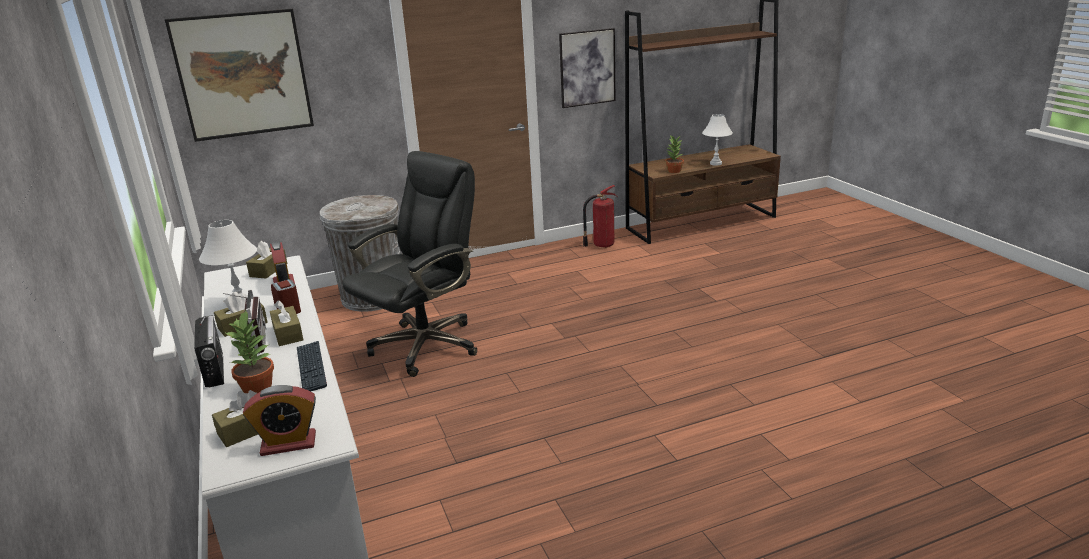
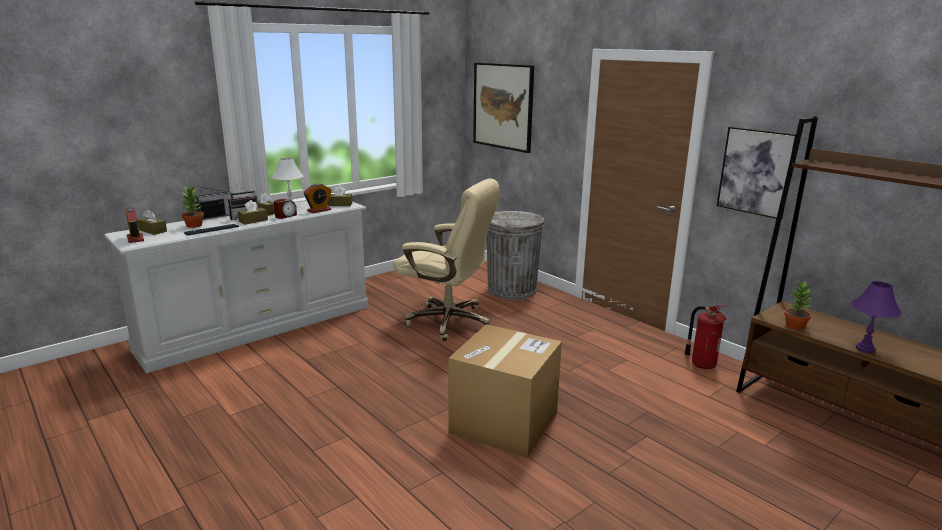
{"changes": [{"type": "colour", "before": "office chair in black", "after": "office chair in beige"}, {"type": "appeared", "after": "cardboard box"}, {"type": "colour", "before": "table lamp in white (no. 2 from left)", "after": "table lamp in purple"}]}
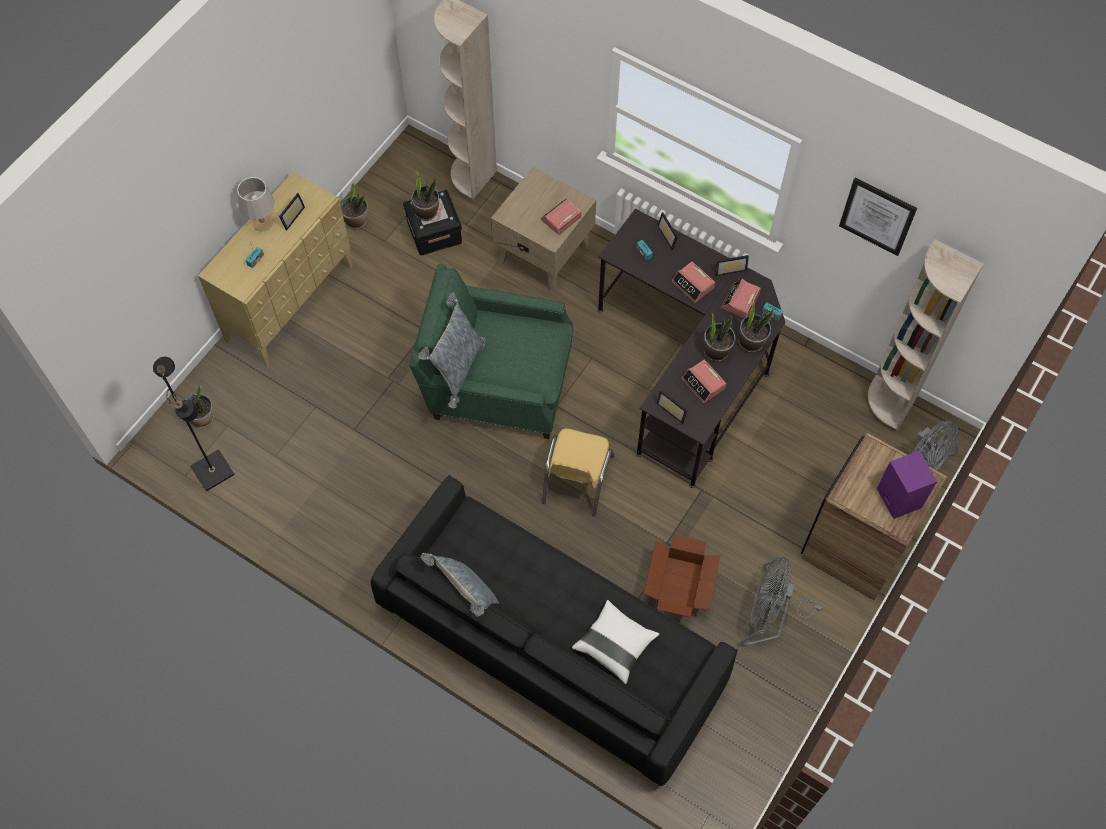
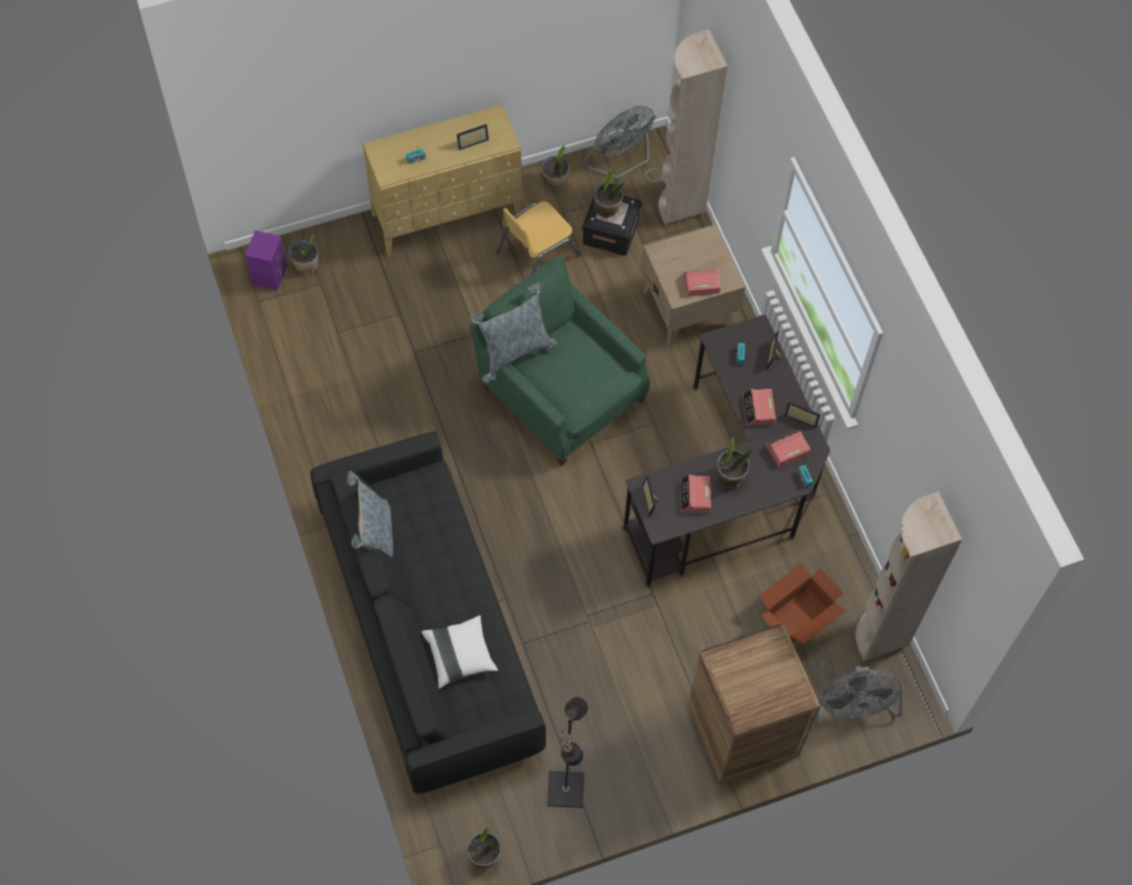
{"changes": [{"type": "relocated", "before": "speaker in purple"}, {"type": "relocated", "before": "potted plant (no. 5 from left in the first image)", "after": "potted plant (no. 2 from left)"}, {"type": "relocated", "before": "chair in yellow"}, {"type": "relocated", "before": "floor lamp in black"}, {"type": "relocated", "before": "fan in grey (no. 1 from left)"}, {"type": "relocated", "before": "cardboard box"}, {"type": "missing", "before": "table lamp in grey"}, {"type": "missing", "before": "picture"}]}
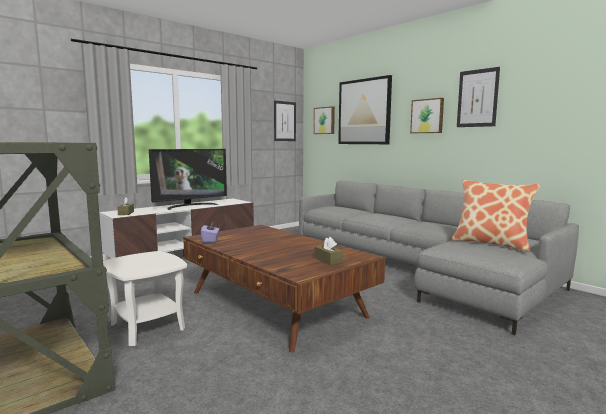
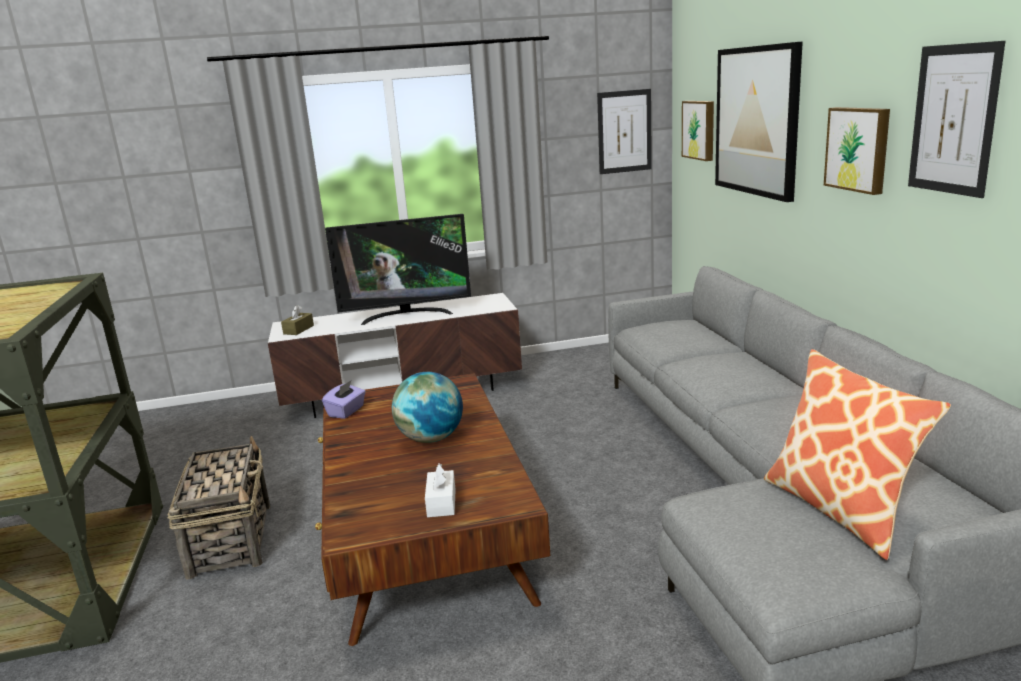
{"changes": [{"type": "exchanged", "before": "side table in white", "after": "basket"}, {"type": "appeared", "after": "globe"}, {"type": "colour", "before": "tissue box in brown (no. 2 from left)", "after": "tissue box in white"}]}
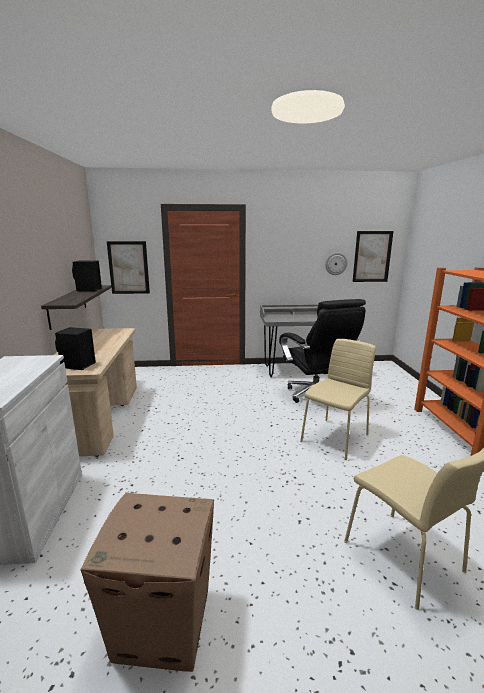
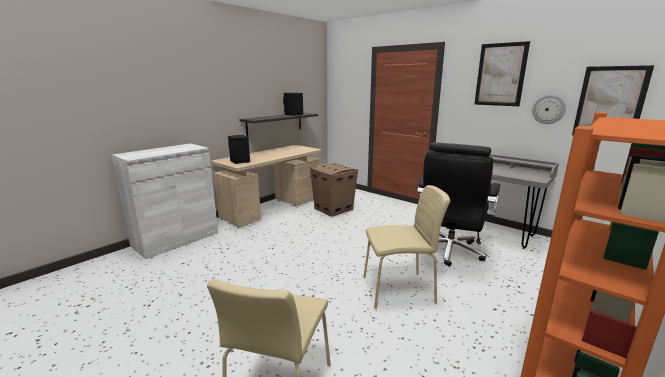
{"changes": [{"type": "relocated", "before": "cardboard box"}, {"type": "relocated", "before": "picture (no. 1 from left)"}]}
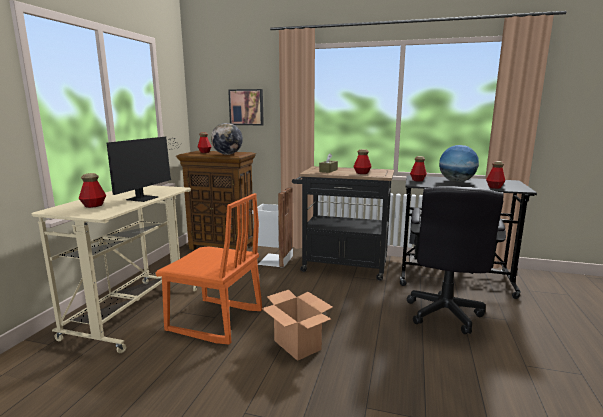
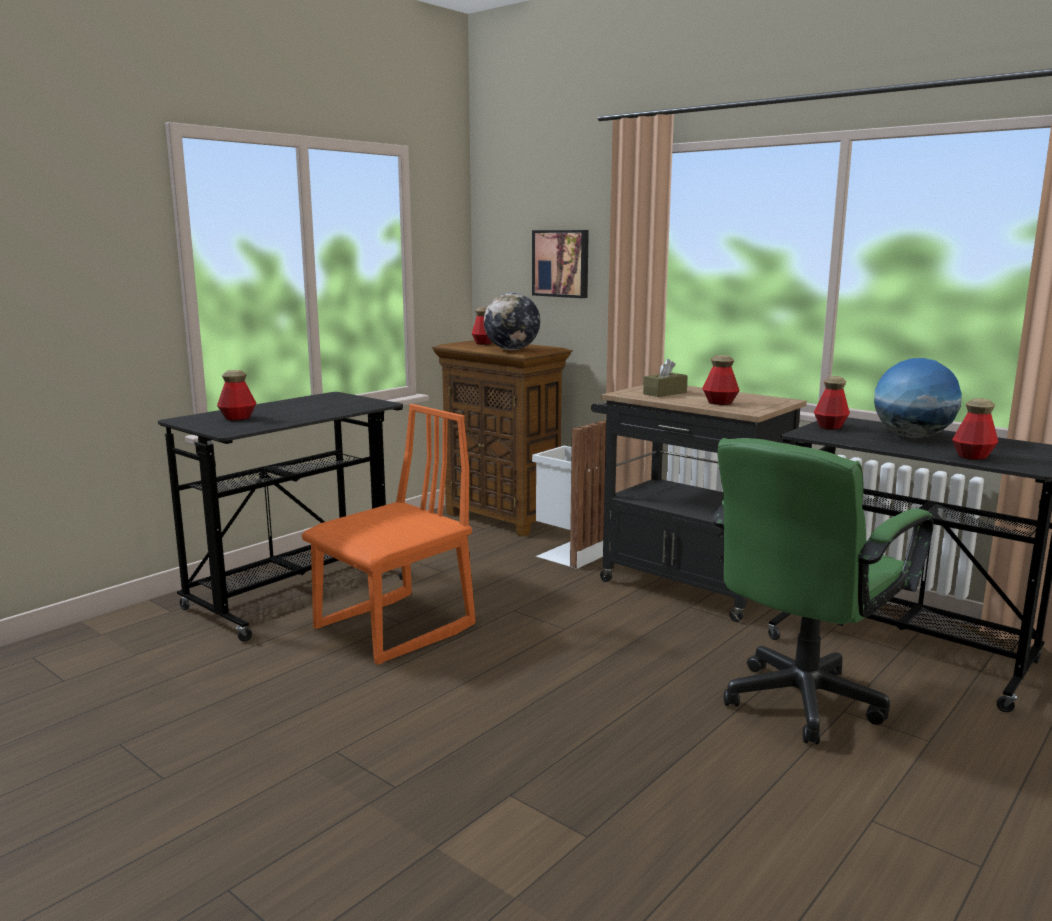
{"changes": [{"type": "colour", "before": "desk in beige", "after": "desk in black (no. 1 from left)"}, {"type": "spun", "before": "chair in orange", "turn": -90}, {"type": "colour", "before": "office chair in black", "after": "office chair in green"}, {"type": "missing", "before": "monitor"}, {"type": "missing", "before": "cardboard box"}]}
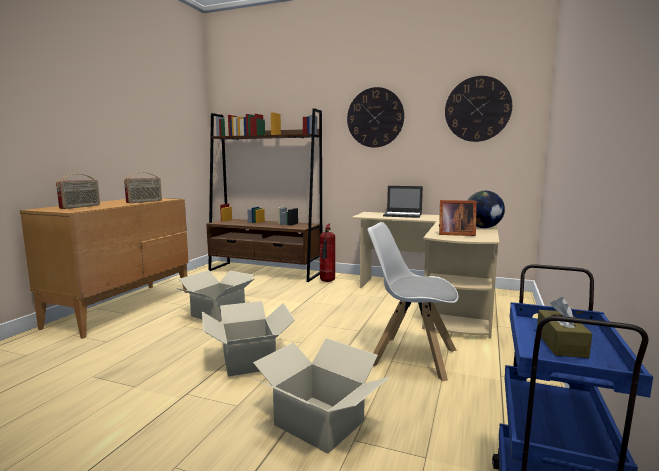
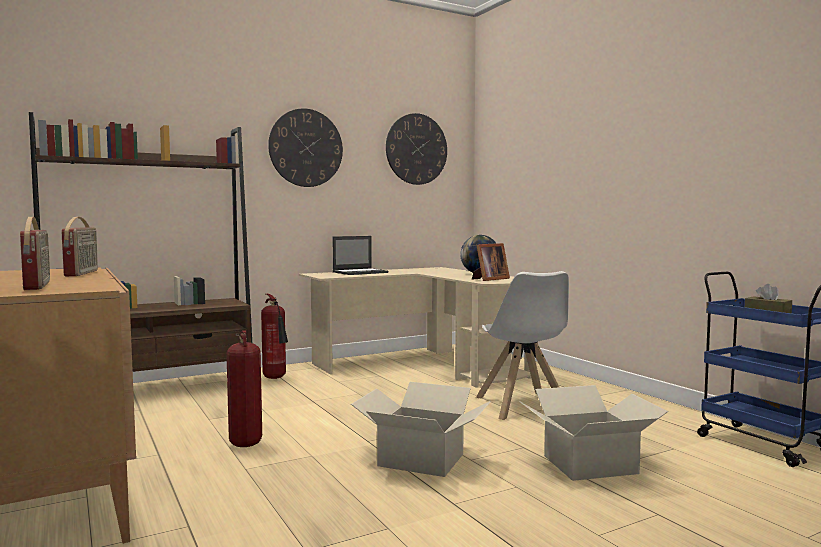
{"changes": [{"type": "exchanged", "before": "cardboard box (no. 1 from left)", "after": "fire extinguisher (no. 1 from left)"}, {"type": "spun", "before": "chair", "turn": -75}]}
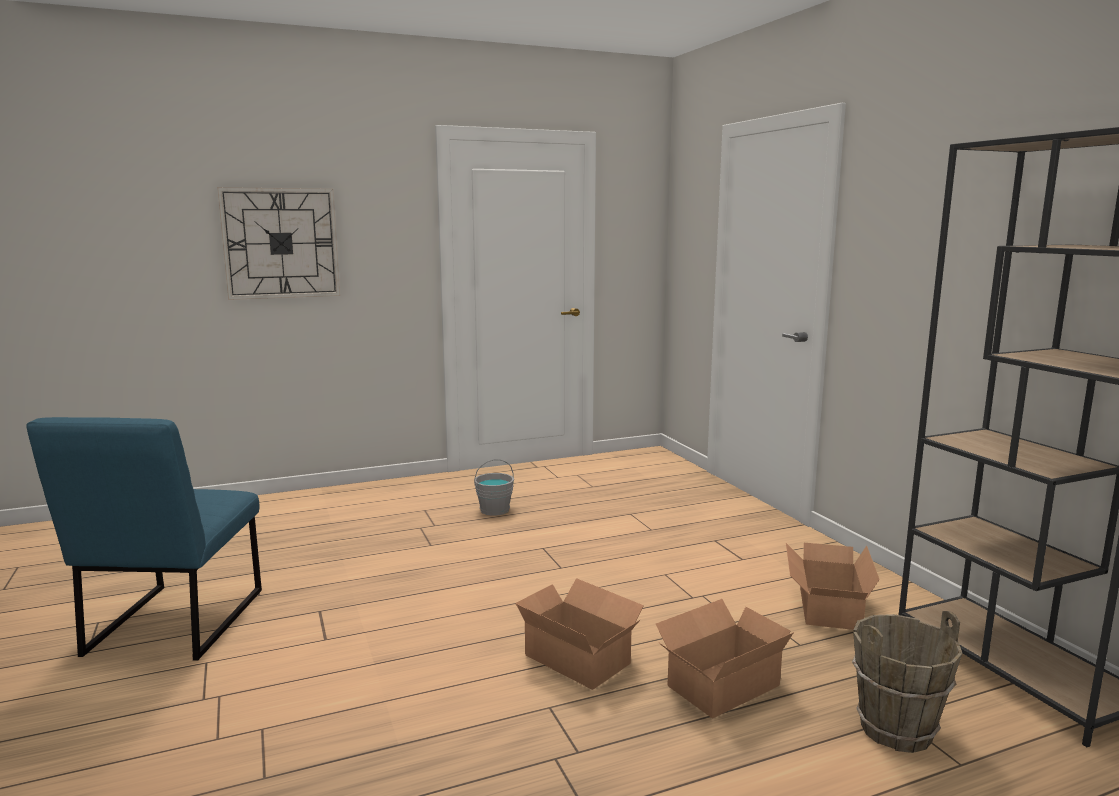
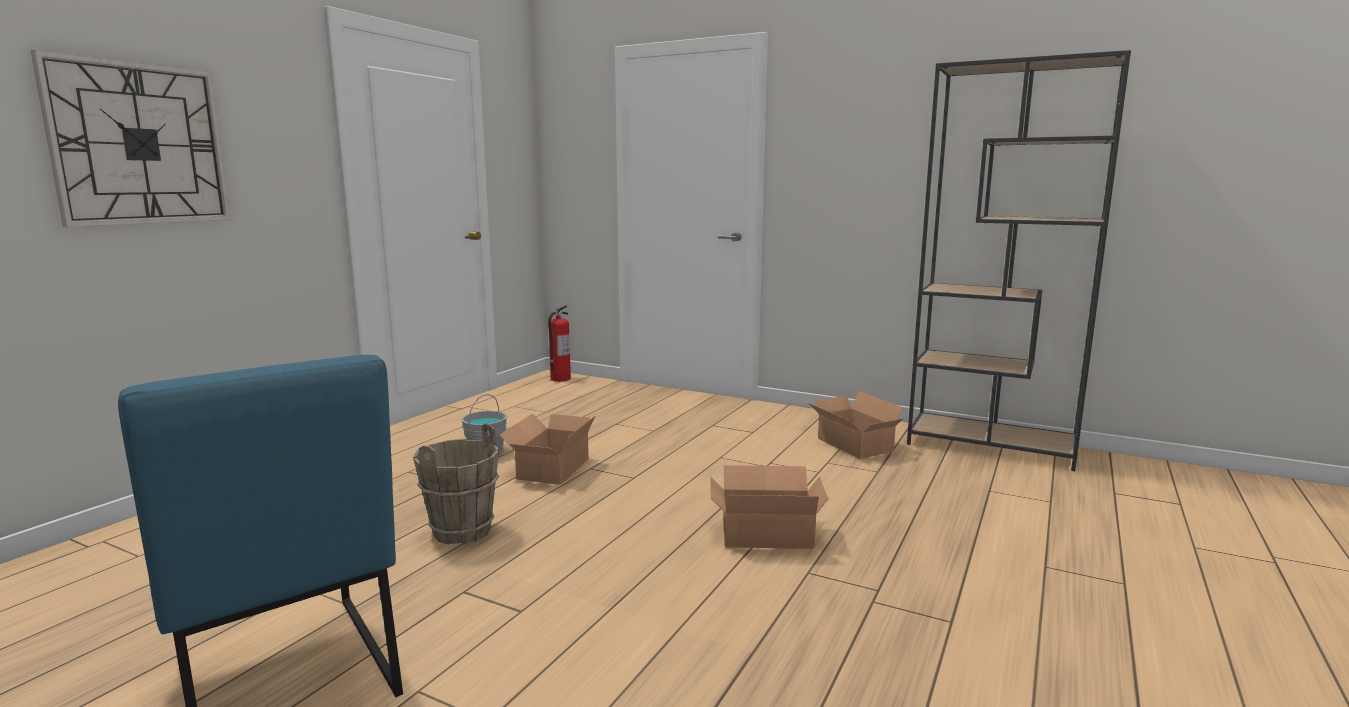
{"changes": [{"type": "relocated", "before": "bucket in brown"}, {"type": "relocated", "before": "cardboard box (no. 2 from left in the first image)", "after": "cardboard box (no. 1 from left)"}, {"type": "appeared", "after": "fire extinguisher"}]}
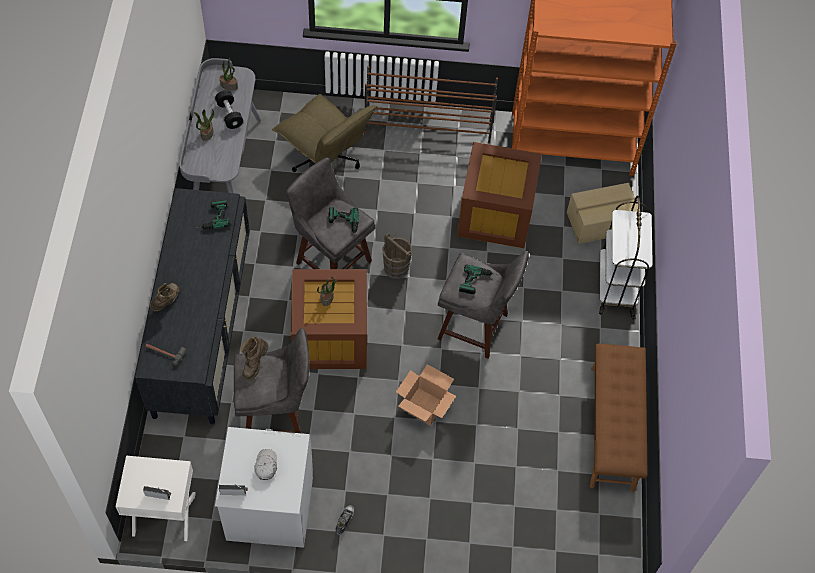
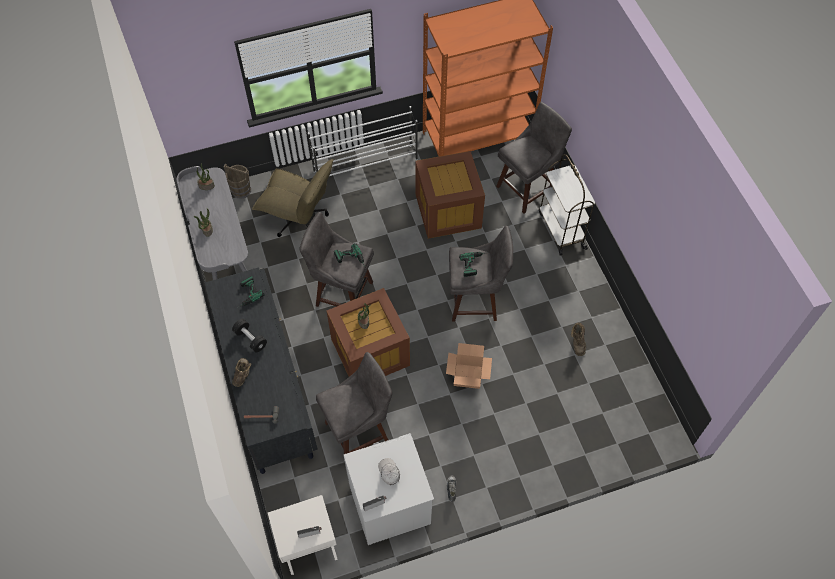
{"changes": [{"type": "relocated", "before": "bucket in brown"}, {"type": "relocated", "before": "dumbbell in black"}, {"type": "colour", "before": "shoe rack in brown", "after": "shoe rack in white"}, {"type": "exchanged", "before": "cardboard box (no. 2 from left)", "after": "stool in grey (no. 4 from left)"}, {"type": "relocated", "before": "boot in brown (no. 2 from left)"}, {"type": "missing", "before": "bench in brown"}]}
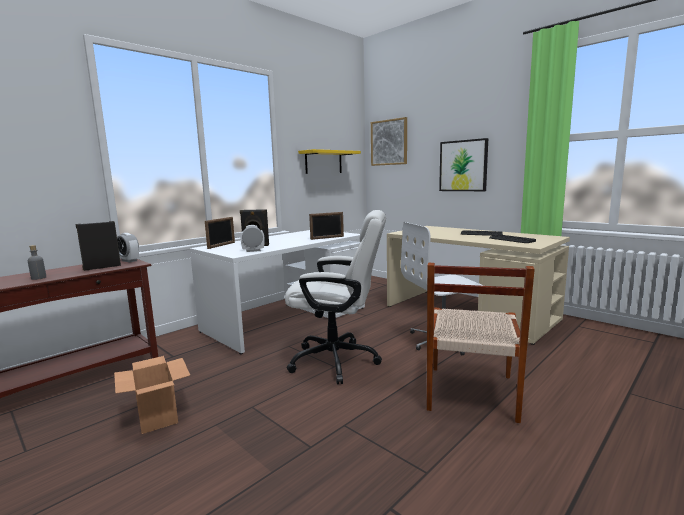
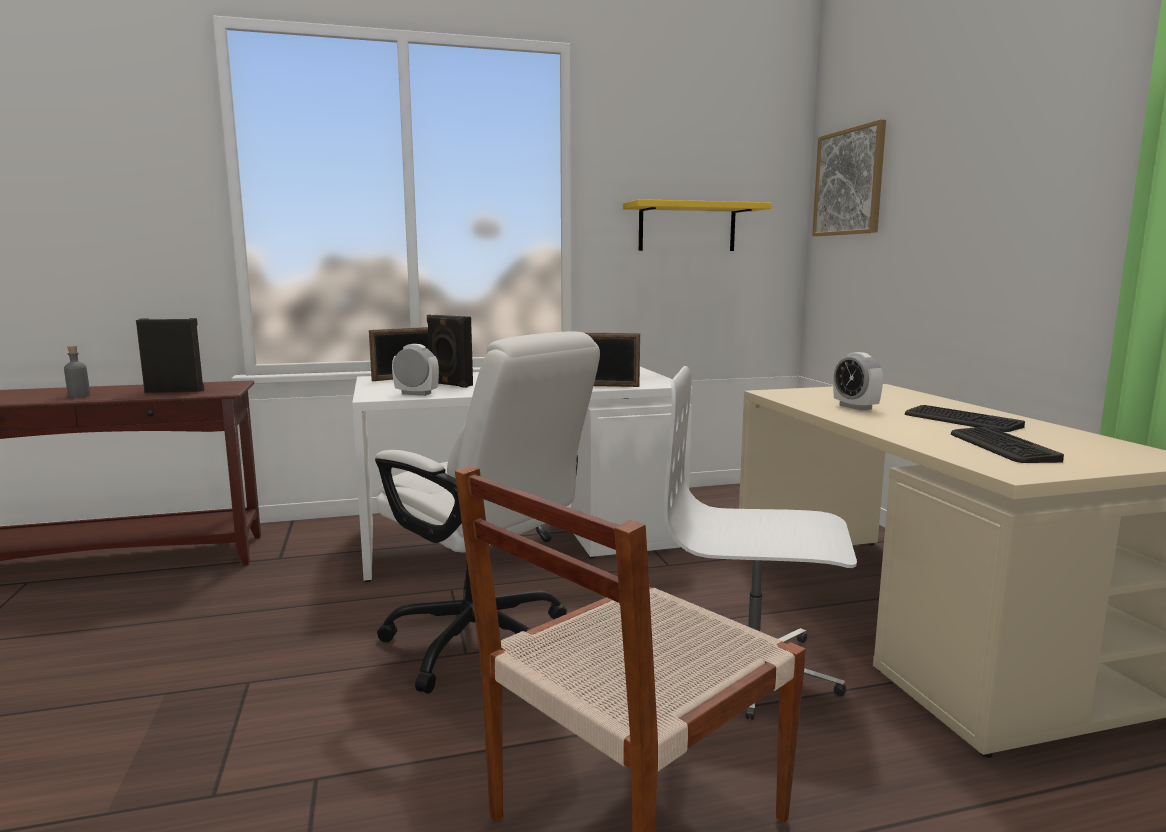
{"changes": [{"type": "relocated", "before": "alarm clock (no. 1 from left in the first image)", "after": "alarm clock (no. 2 from left)"}, {"type": "missing", "before": "cardboard box"}, {"type": "missing", "before": "picture (no. 2 from left)"}]}
